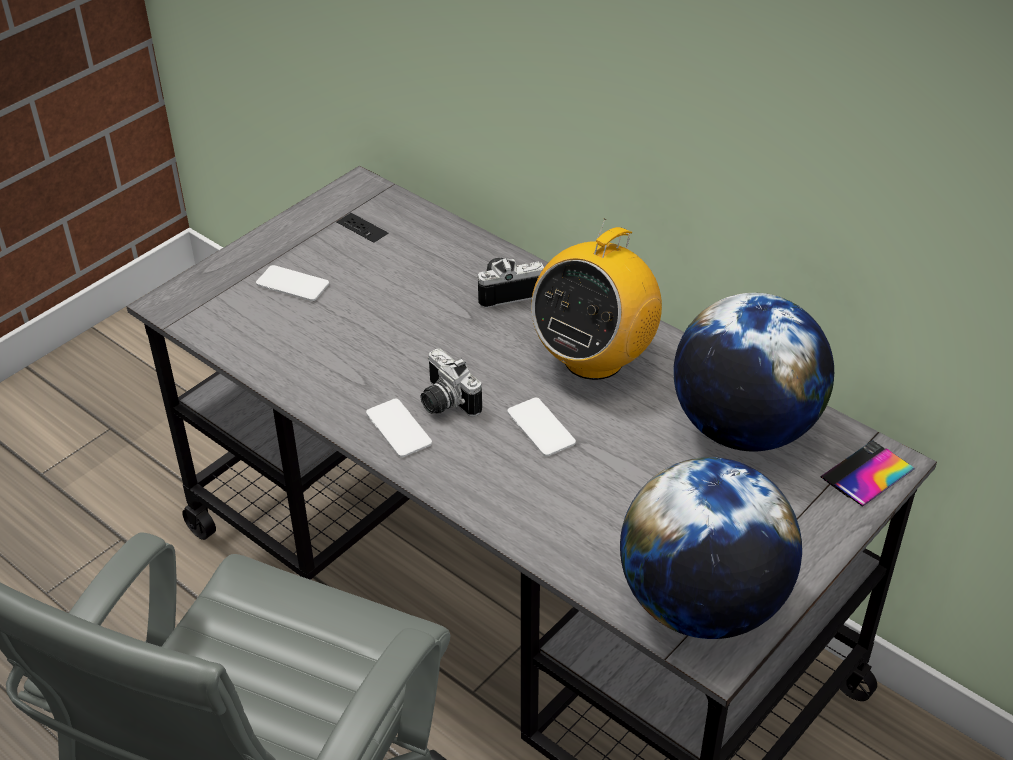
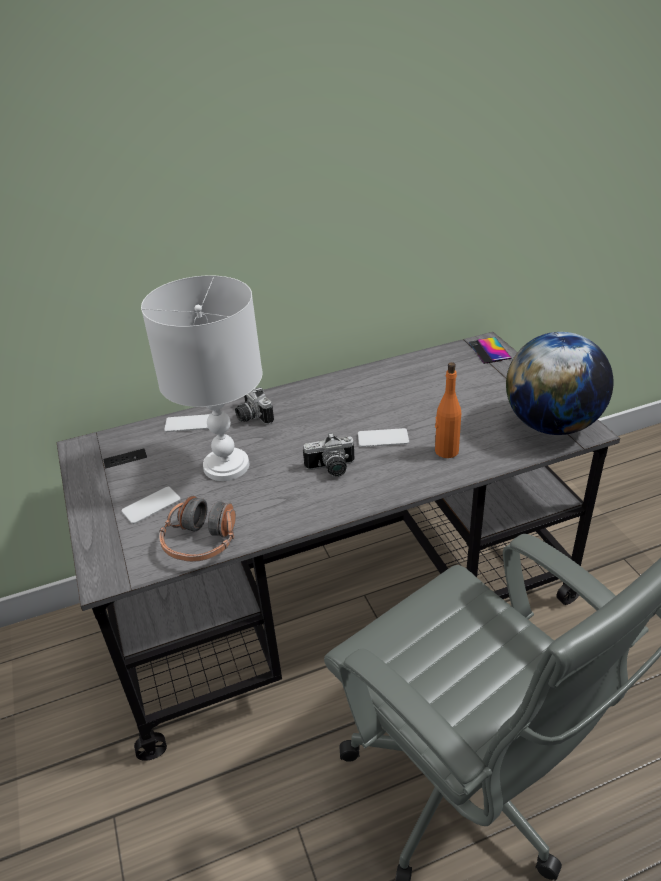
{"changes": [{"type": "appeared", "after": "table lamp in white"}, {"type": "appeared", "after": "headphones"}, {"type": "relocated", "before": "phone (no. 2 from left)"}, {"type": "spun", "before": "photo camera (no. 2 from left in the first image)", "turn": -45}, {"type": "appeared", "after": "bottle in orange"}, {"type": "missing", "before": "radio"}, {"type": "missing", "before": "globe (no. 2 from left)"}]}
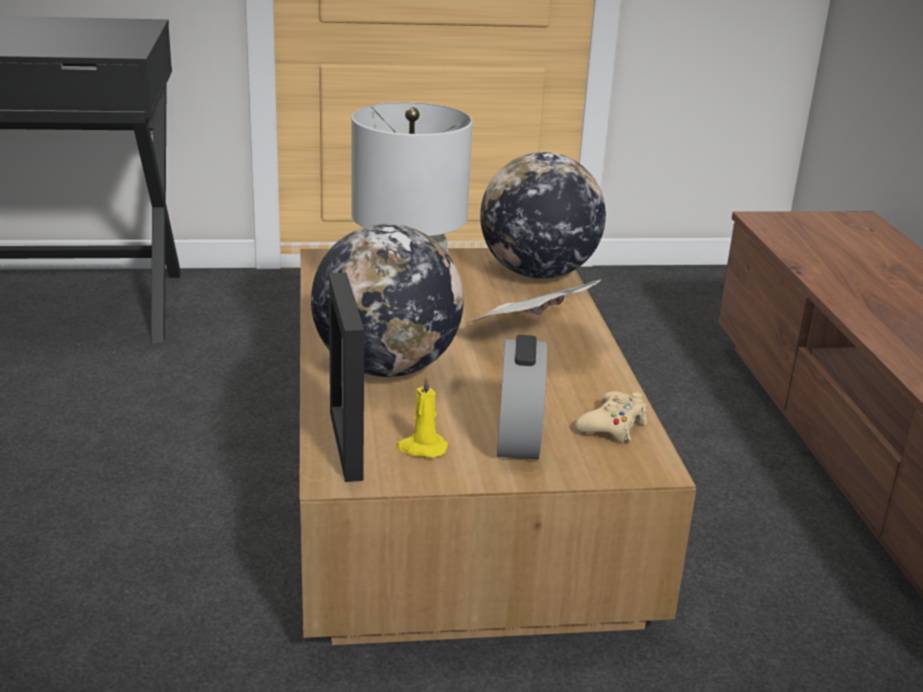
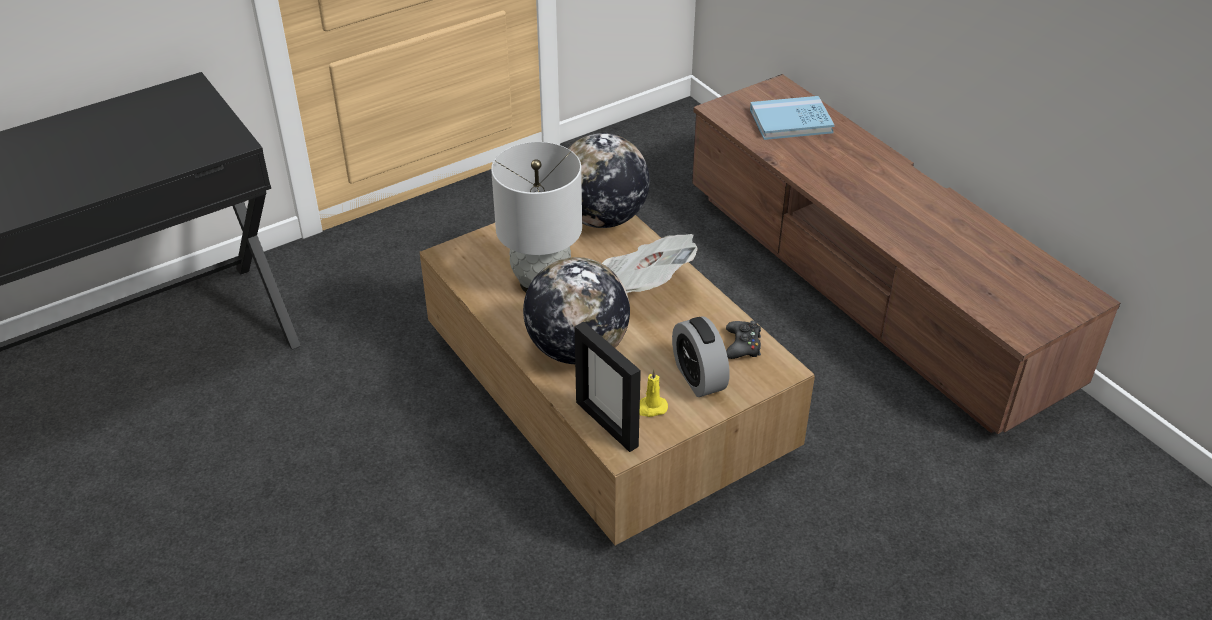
{"changes": [{"type": "colour", "before": "game controller in beige", "after": "game controller in black"}, {"type": "appeared", "after": "book in blue"}]}
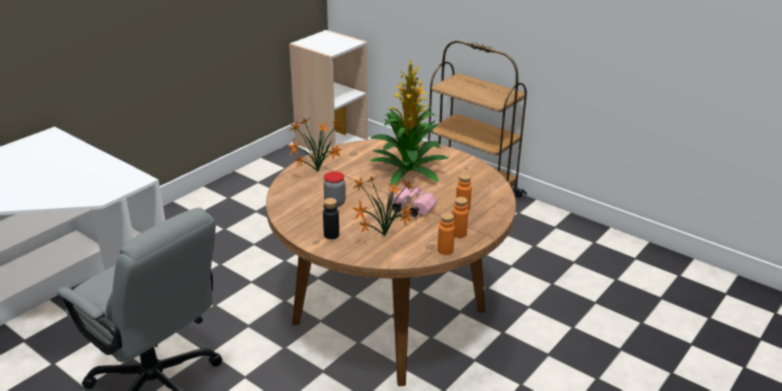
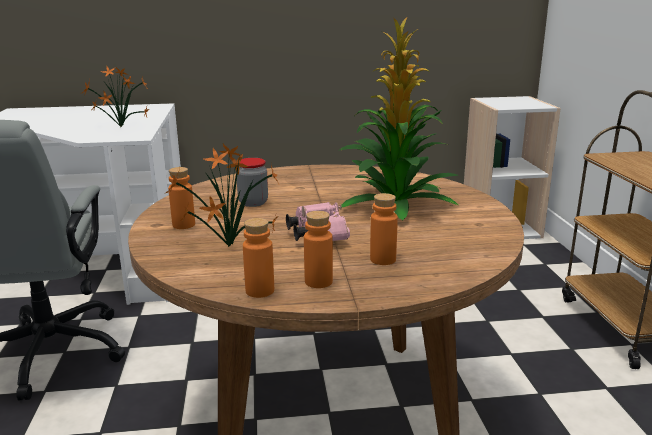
{"changes": [{"type": "relocated", "before": "potted plant (no. 1 from left)"}, {"type": "colour", "before": "bottle in black", "after": "bottle in orange (no. 1 from left)"}]}
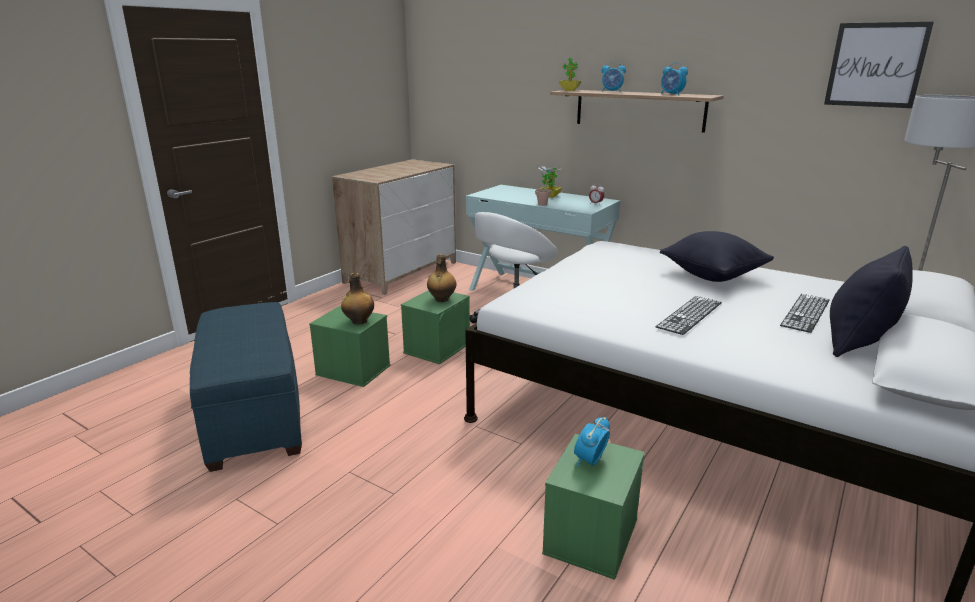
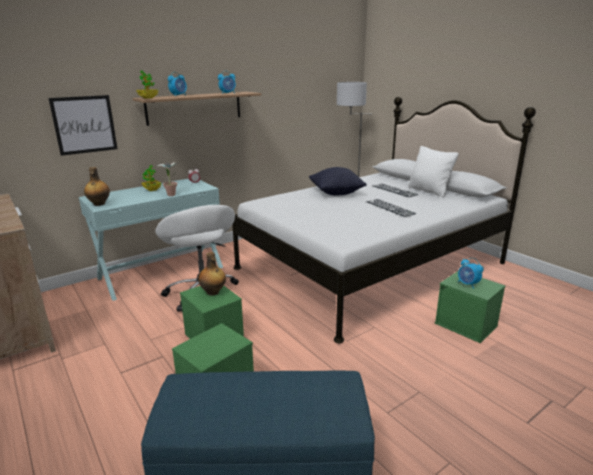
{"changes": [{"type": "relocated", "before": "picture"}, {"type": "relocated", "before": "bottle (no. 1 from left)"}, {"type": "colour", "before": "pillow in black (no. 2 from left)", "after": "pillow in white"}]}
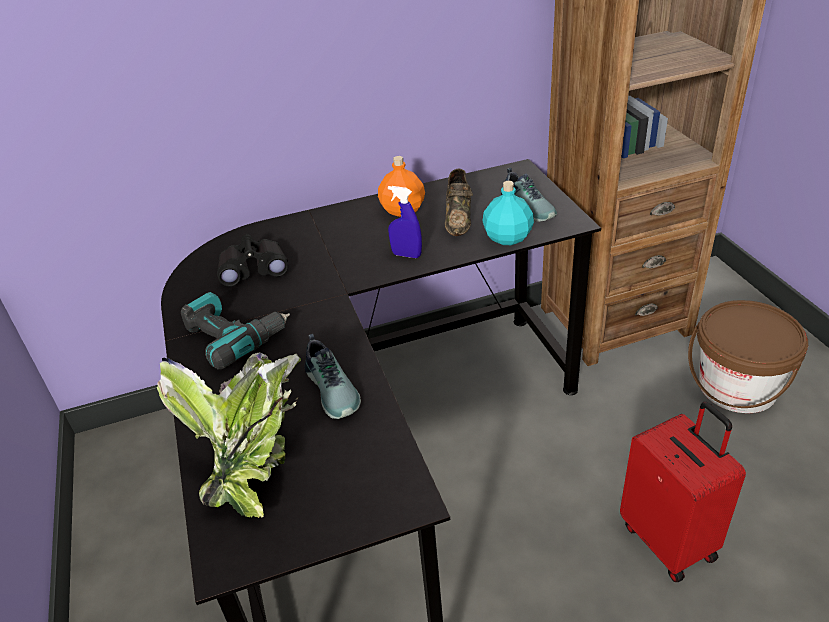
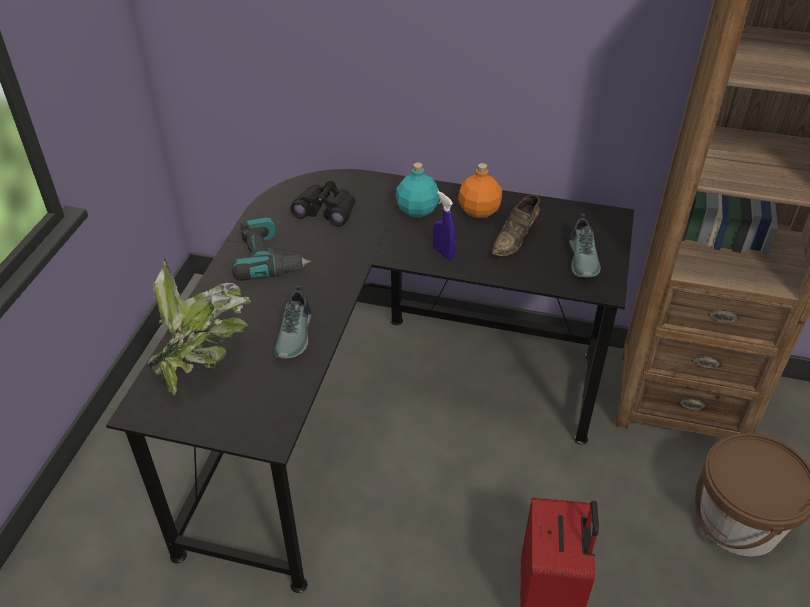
{"changes": [{"type": "relocated", "before": "bottle in turquoise"}]}
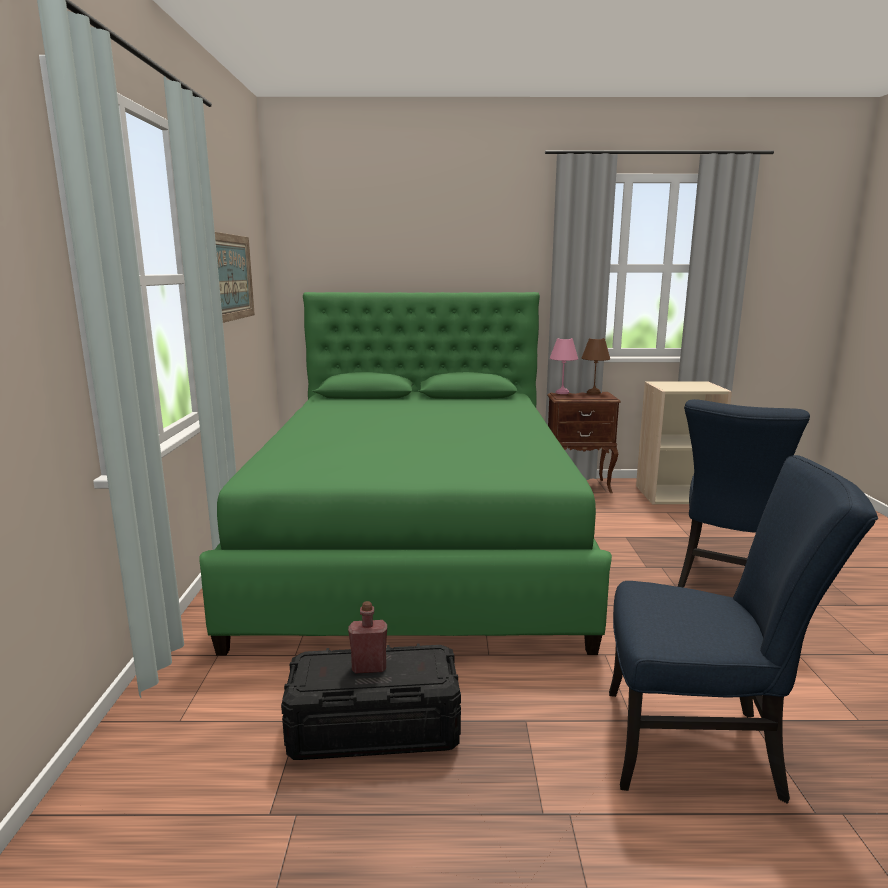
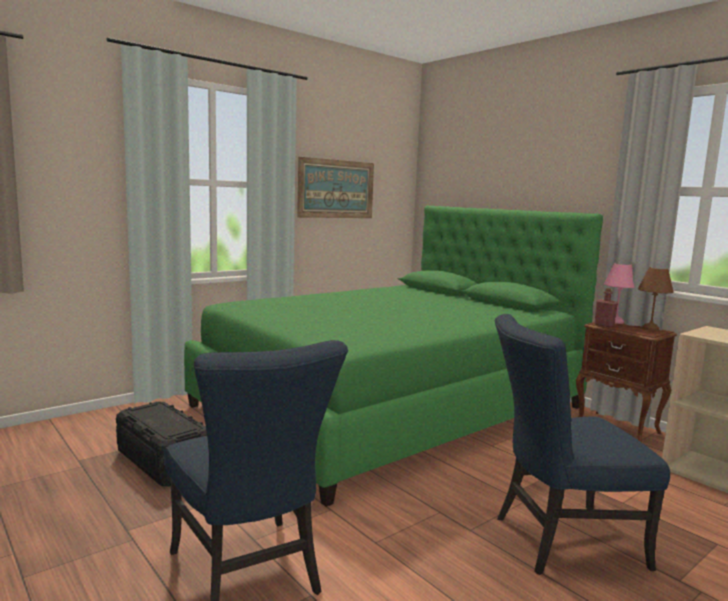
{"changes": [{"type": "relocated", "before": "bottle in red"}]}
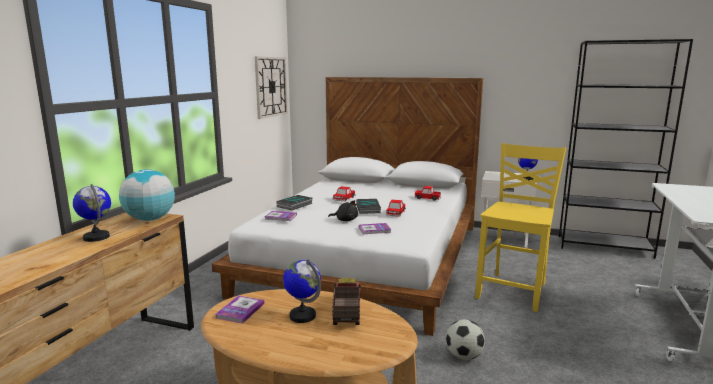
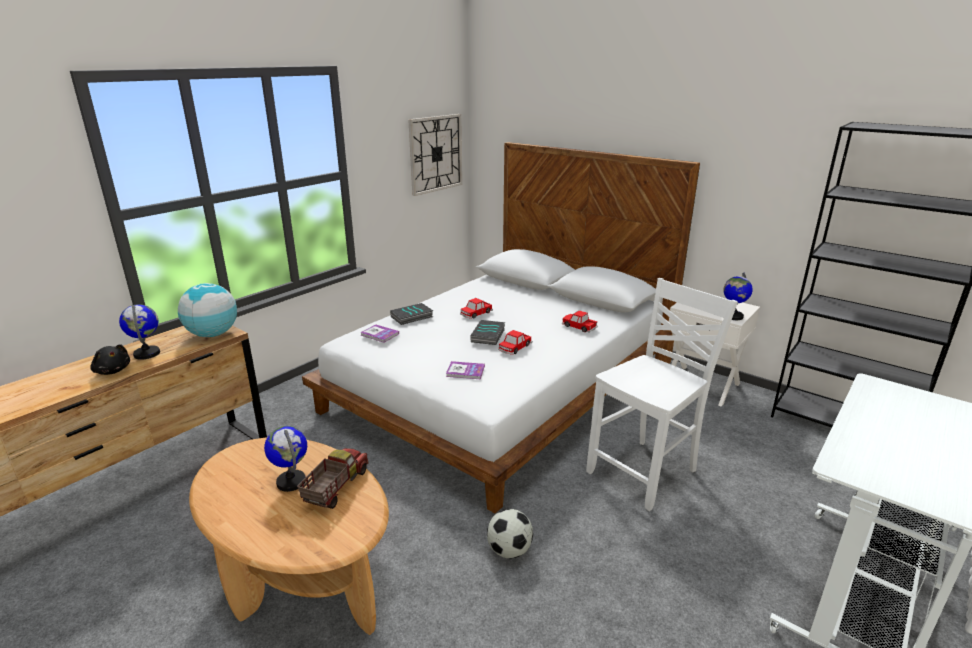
{"changes": [{"type": "relocated", "before": "plush toy in black"}, {"type": "colour", "before": "chair in yellow", "after": "chair in white"}, {"type": "missing", "before": "book (no. 1 from left)"}]}
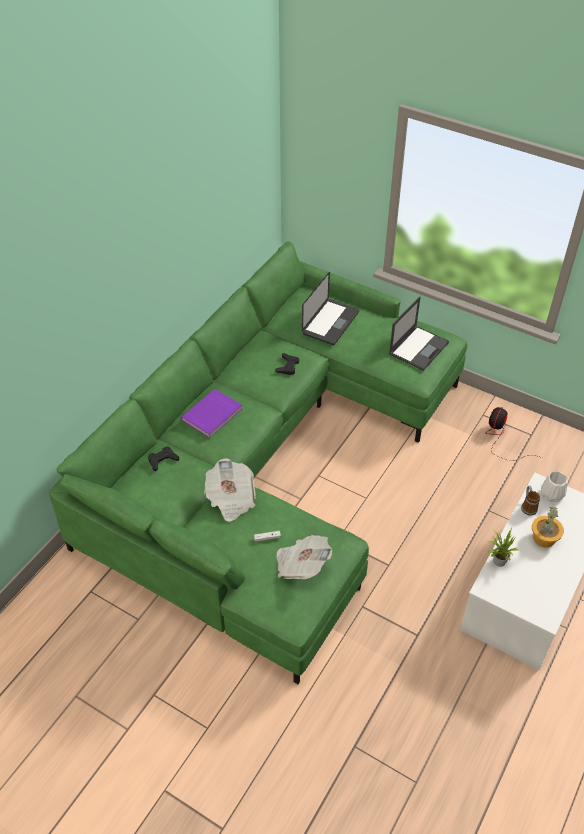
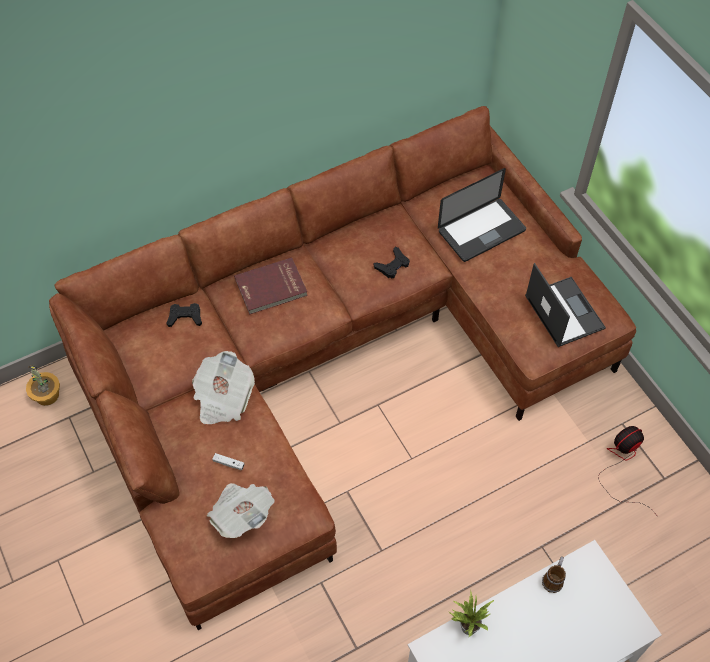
{"changes": [{"type": "relocated", "before": "potted plant (no. 2 from left in the first image)", "after": "potted plant (no. 1 from left)"}, {"type": "colour", "before": "sofa in green", "after": "sofa in brown"}, {"type": "colour", "before": "book in purple", "after": "book in red"}, {"type": "spun", "before": "laptop (no. 2 from left)", "turn": -90}, {"type": "missing", "before": "vase in white"}]}
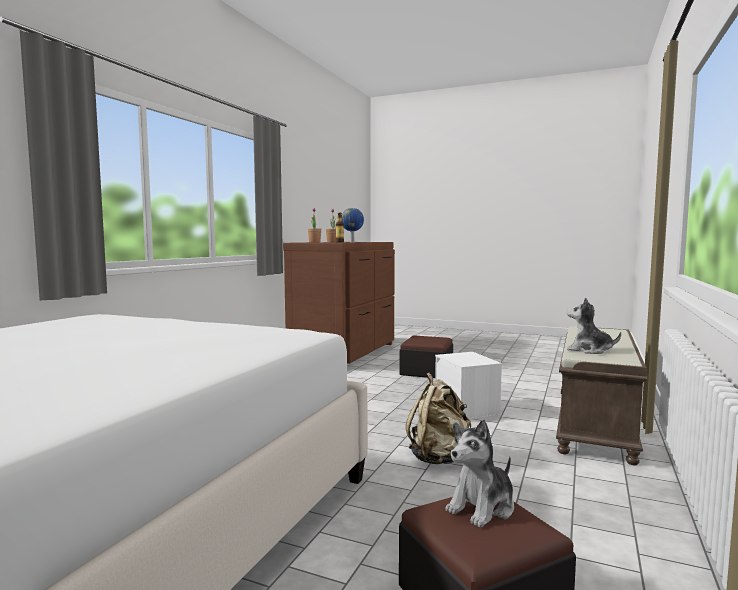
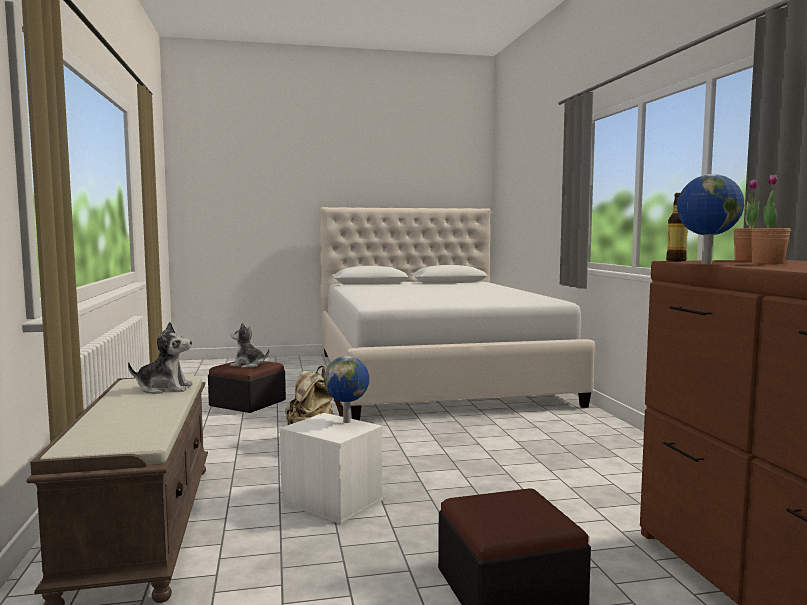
{"changes": [{"type": "spun", "before": "plush toy (no. 1 from left in the first image)", "turn": -90}, {"type": "appeared", "after": "globe (no. 1 from left)"}]}
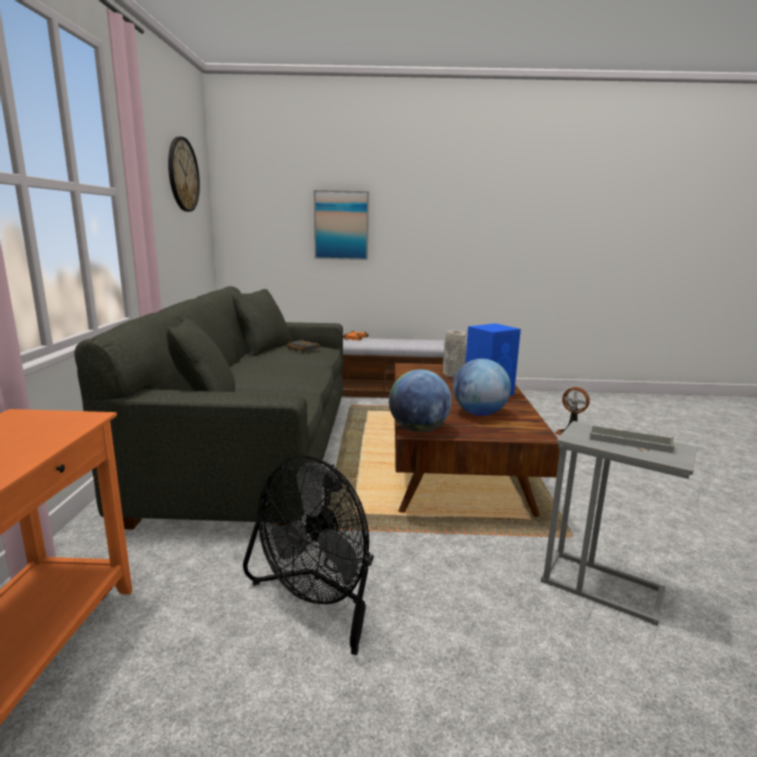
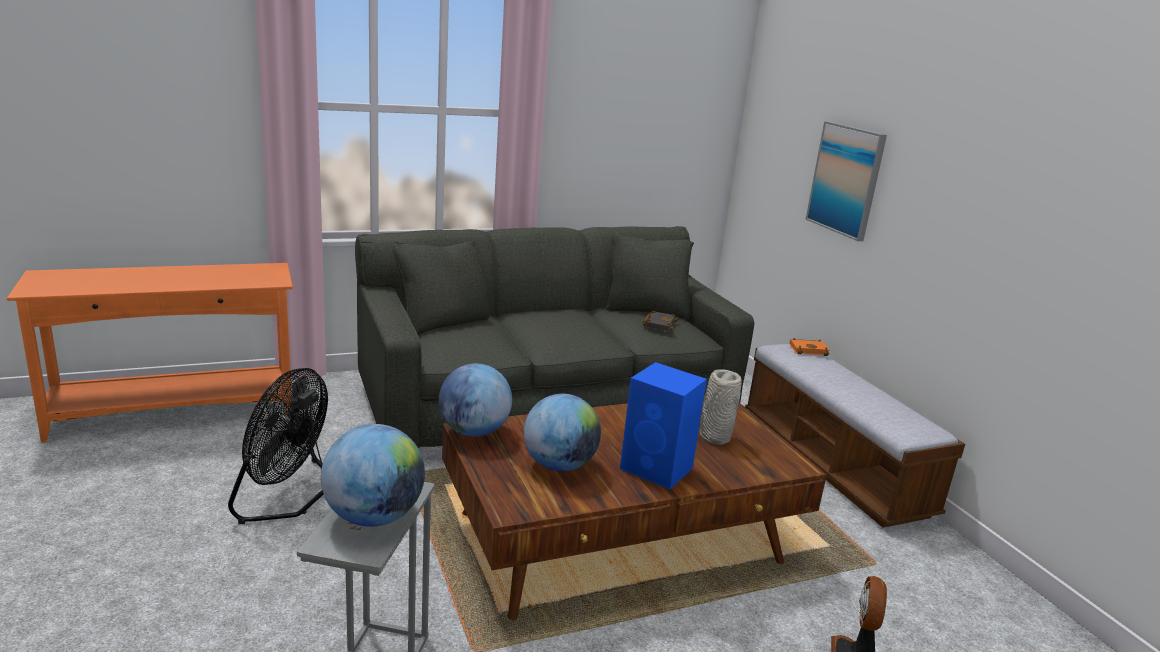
{"changes": [{"type": "exchanged", "before": "tray in grey", "after": "globe (no. 1 from left)"}, {"type": "missing", "before": "wall clock"}]}
